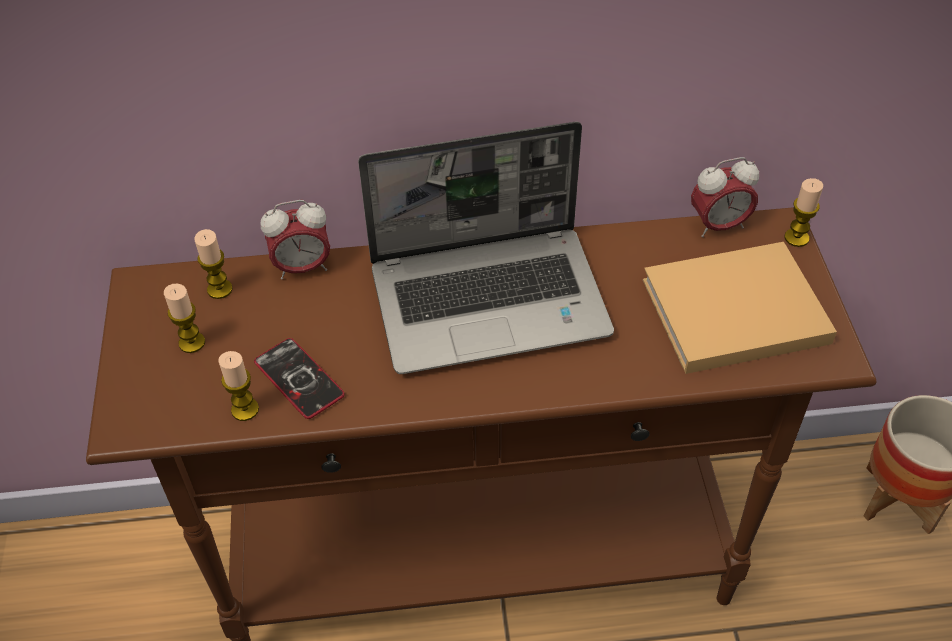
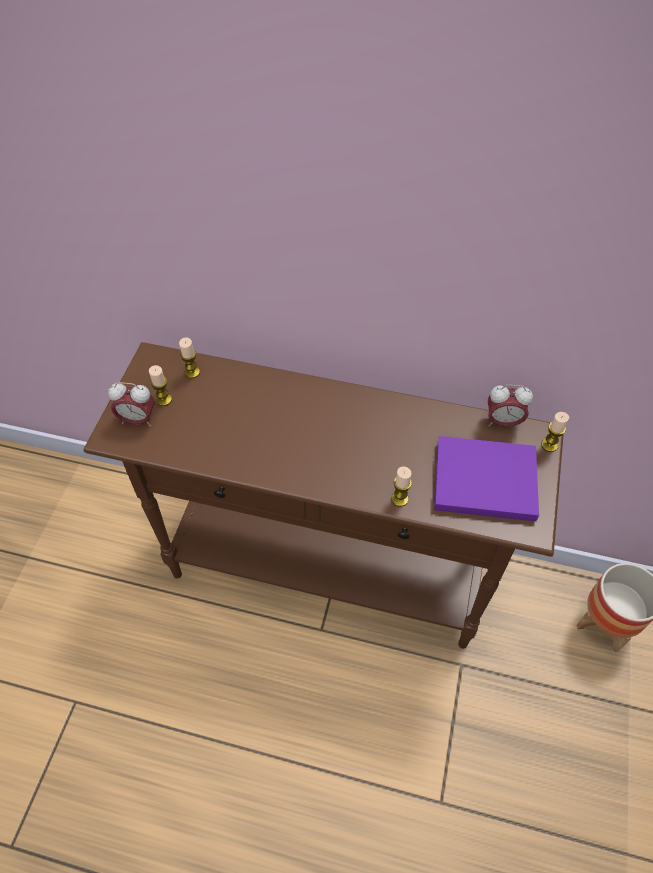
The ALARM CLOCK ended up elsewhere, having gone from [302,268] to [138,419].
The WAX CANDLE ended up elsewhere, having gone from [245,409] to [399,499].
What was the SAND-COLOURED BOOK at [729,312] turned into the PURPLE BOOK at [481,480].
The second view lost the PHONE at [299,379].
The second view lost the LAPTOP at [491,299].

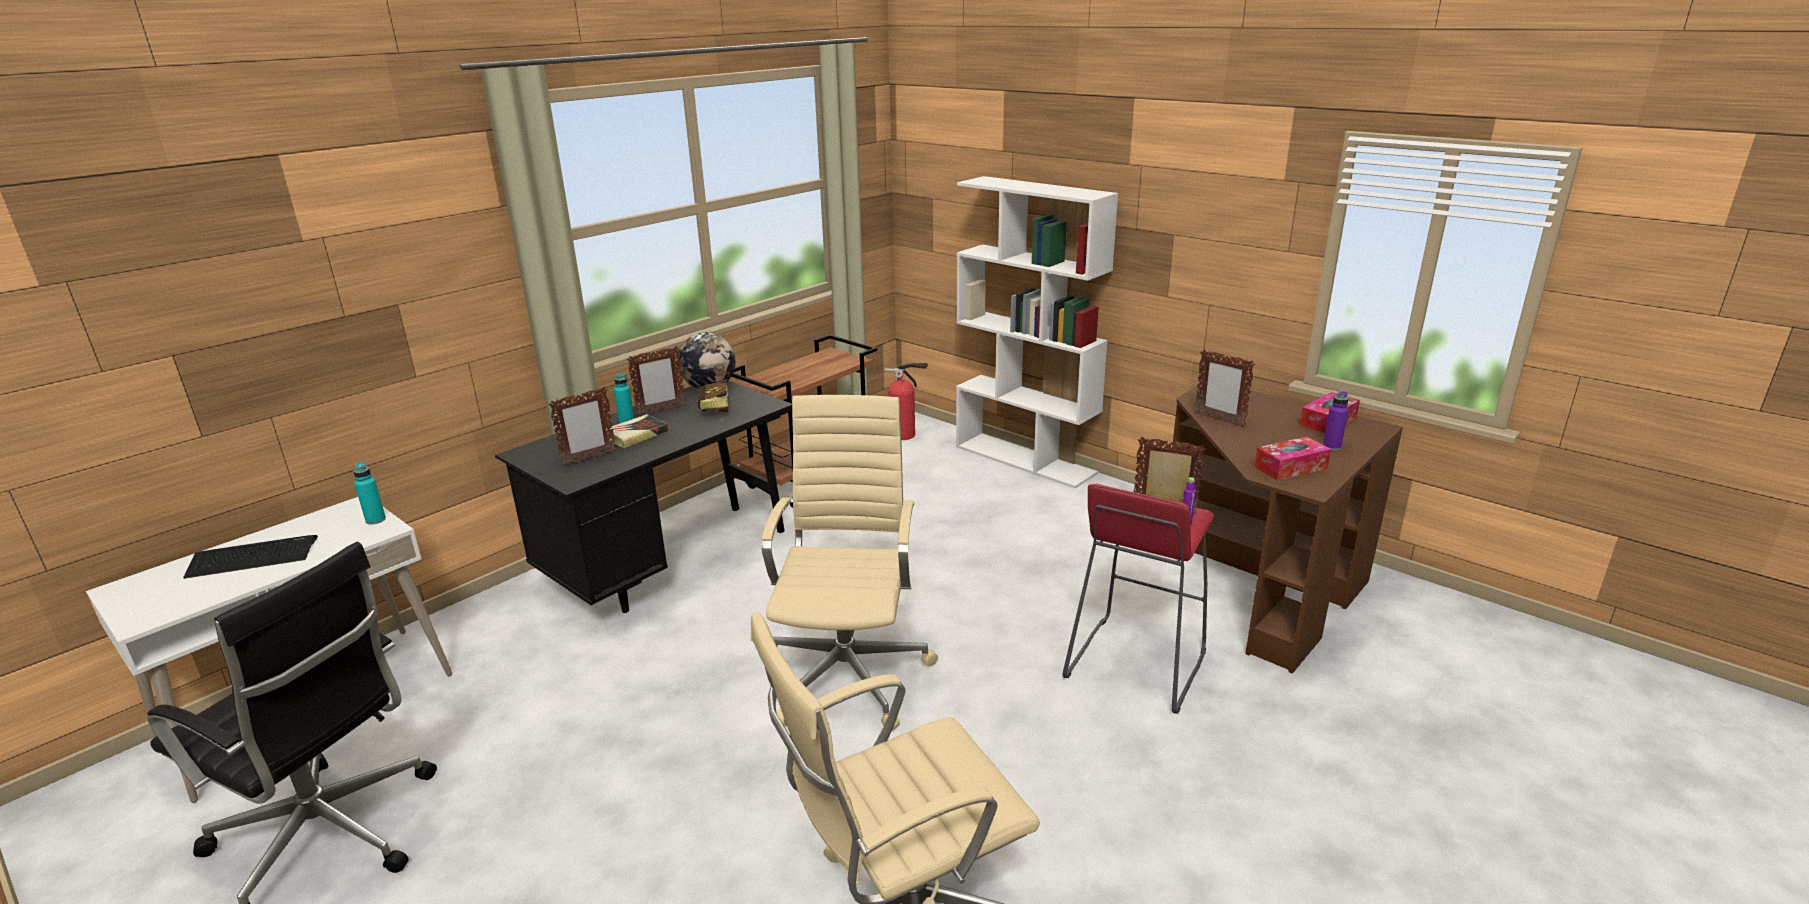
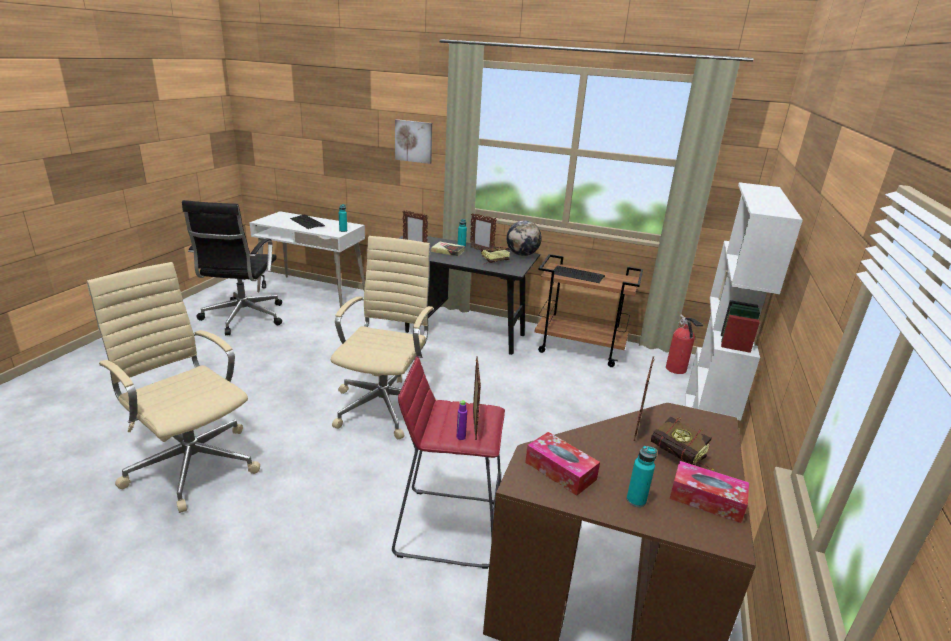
The SAND-COLOURED COMPUTER CHAIR at [848,672] ended up facing another way, 60 degrees counterclockwise from before.
The second view gained the PICTURE at [414,141].
The second view gained the PC KEYBOARD at [577,275].
What was the PURPLE DRINK BOTTLE at [1331,447] turned into the BLUE-GREEN DRINK BOTTLE at [636,500].
The second view gained the BOOK at [682,458].

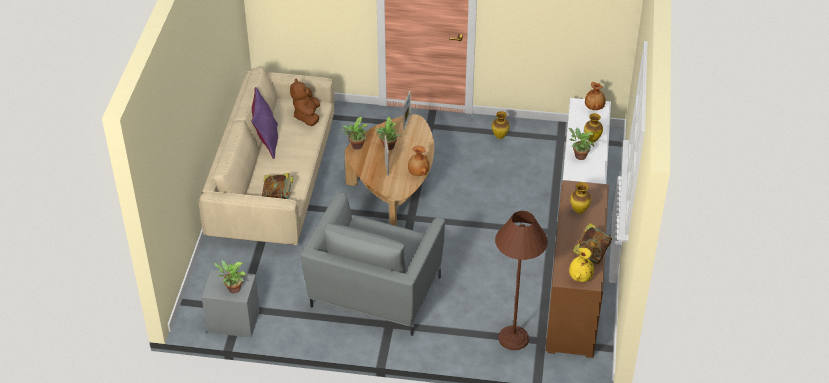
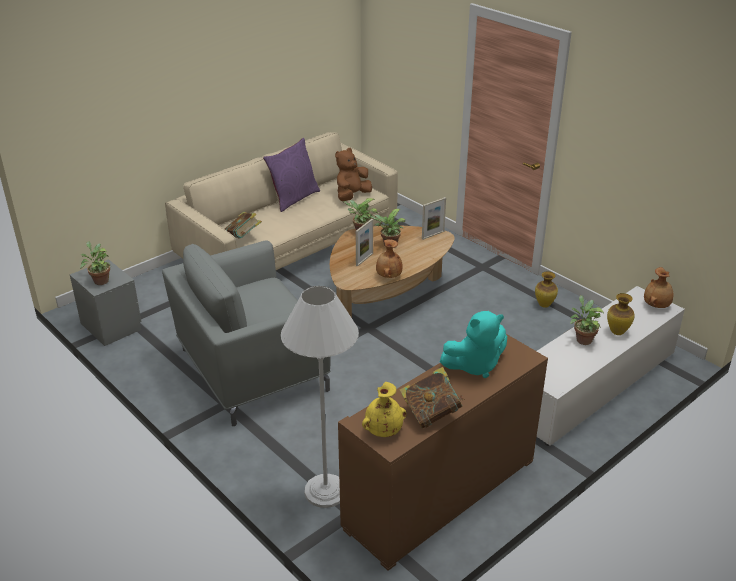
What was the BROWN FLOOR LAMP at [513,338] turned into the WHITISH FLOOR LAMP at [325,491].
Where the DECORATIVE VASE stood at [579,211], the BLUE-GREEN CUDDLY TOY came to stand at [475,365].

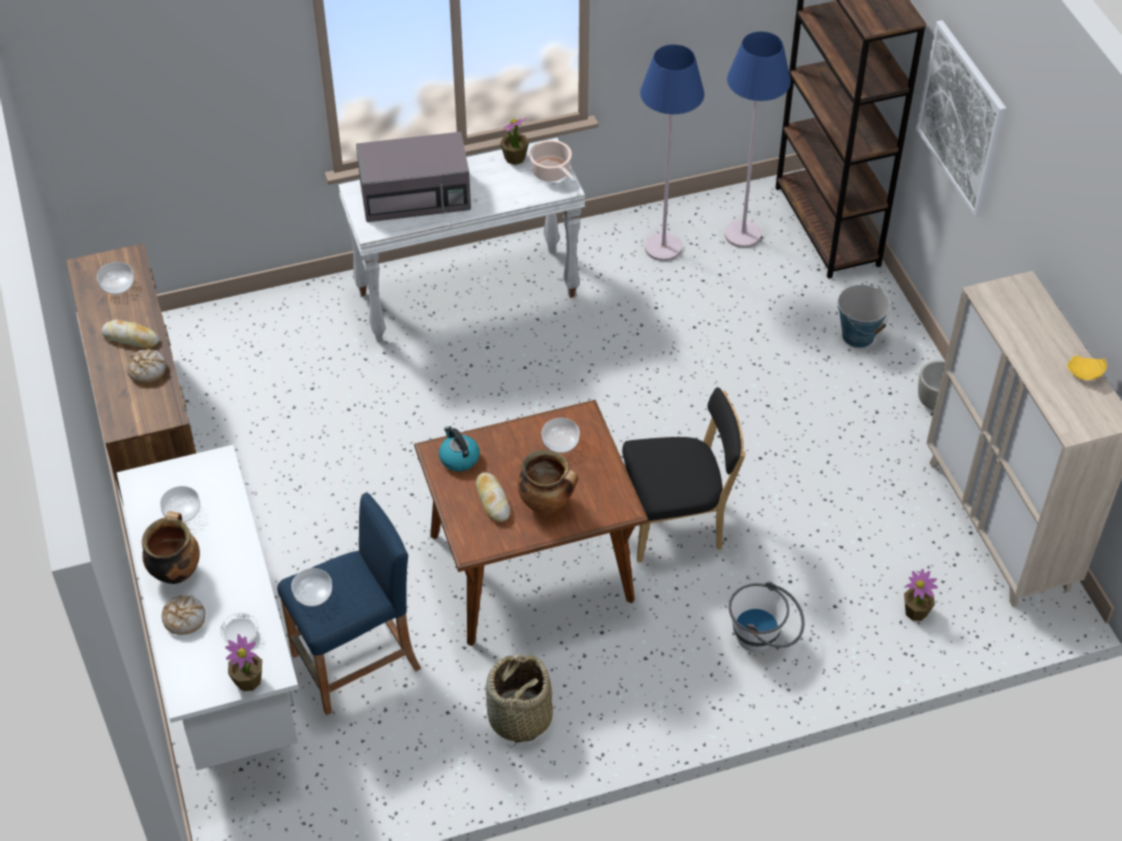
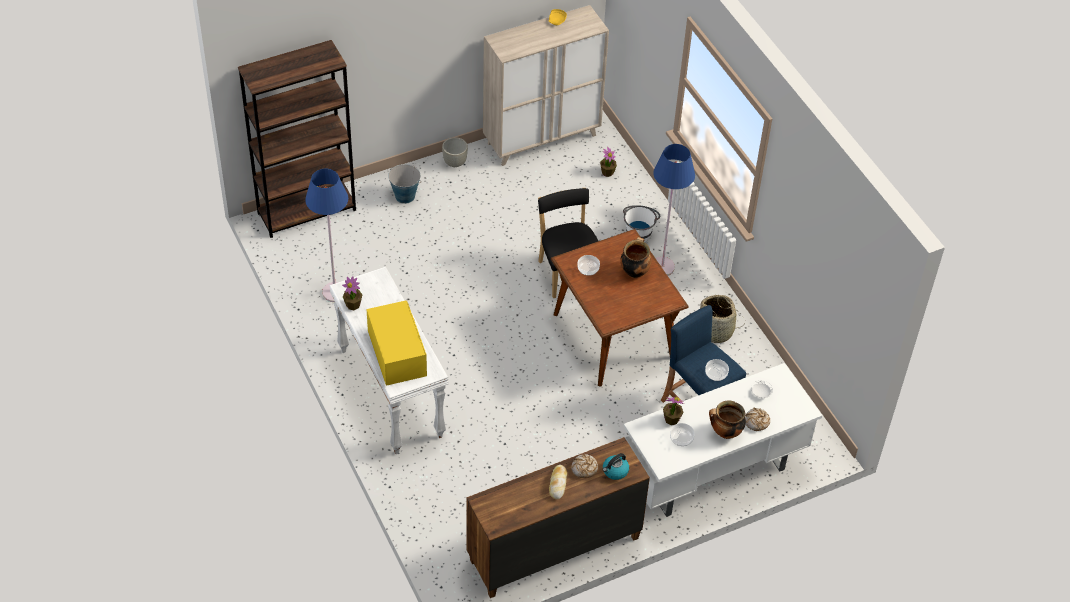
What was the GREYISH MICROWAVE at [416,195] turned into the YELLOW-COLOURED MICROWAVE at [396,352].
The WATER KETTLE ended up elsewhere, having gone from [458,458] to [615,471].
The BLUISH FLOOR LAMP ended up elsewhere, having gone from [743,235] to [662,267].
The POTTED PLANT ended up elsewhere, having gone from [248,680] to [671,419].
The second view lost the SERVING BOWL at [118,285].
The second view lost the BAKERY BREAD at [492,500].
The second view lost the COOKING POT at [552,173].
The second view lost the PICTURE at [962,118].

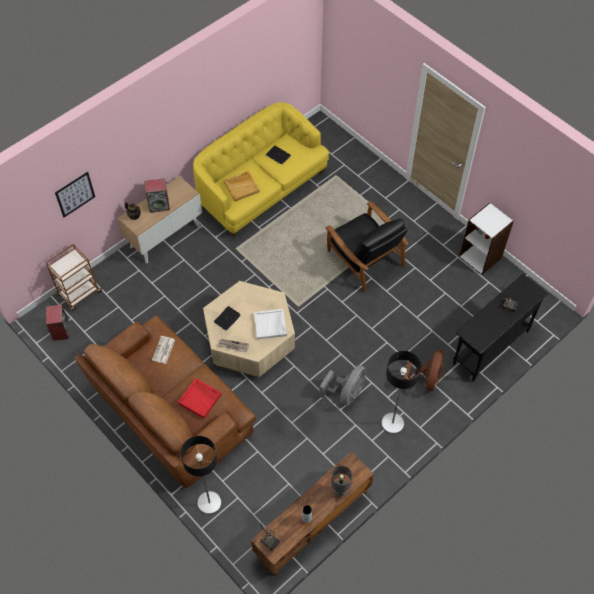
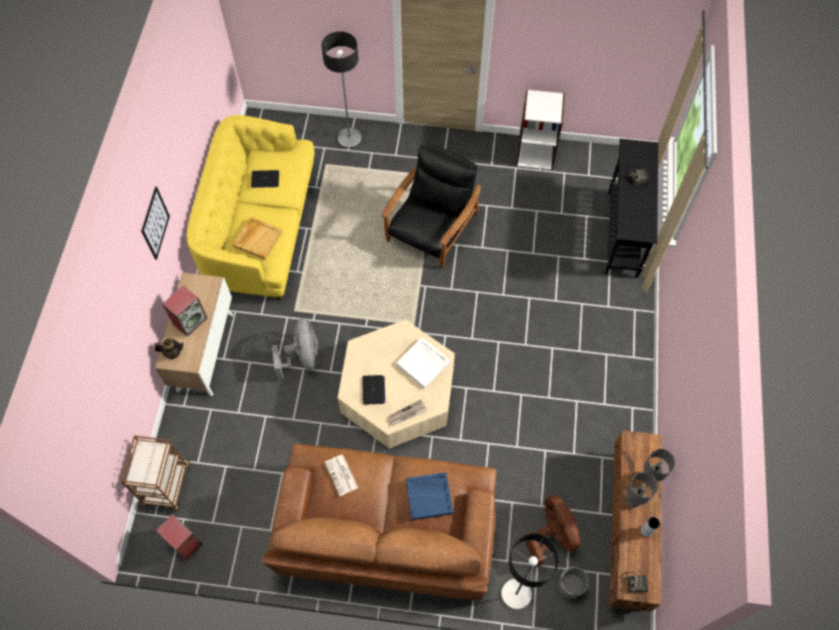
The PICTURE ended up elsewhere, having gone from [75,194] to [155,223].
The GREYISH ELECTRIC FAN ended up elsewhere, having gone from [346,393] to [302,357].
The FLOOR LAMP ended up elsewhere, having gone from [392,423] to [349,138].
The BLACK-COLOURED LOUNGE CHAIR at [364,257] ended up facing another way, 75 degrees counterclockwise from before.
What was the REDDISH TRAY at [200,399] turned into the BLUISH TRAY at [429,496].
The BROWN ELECTRIC FAN ended up elsewhere, having gone from [426,380] to [552,534].
The second view gained the GREYISH FLOWER POT at [570,586].
The second view gained the GREYISH LAMP FOR A TABLE at [632,500].

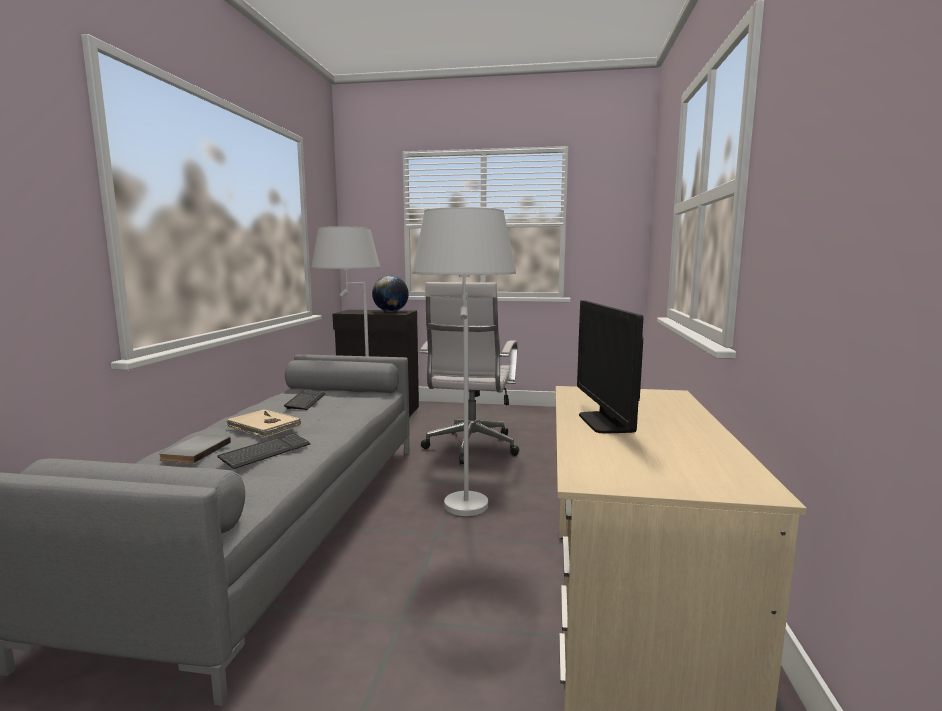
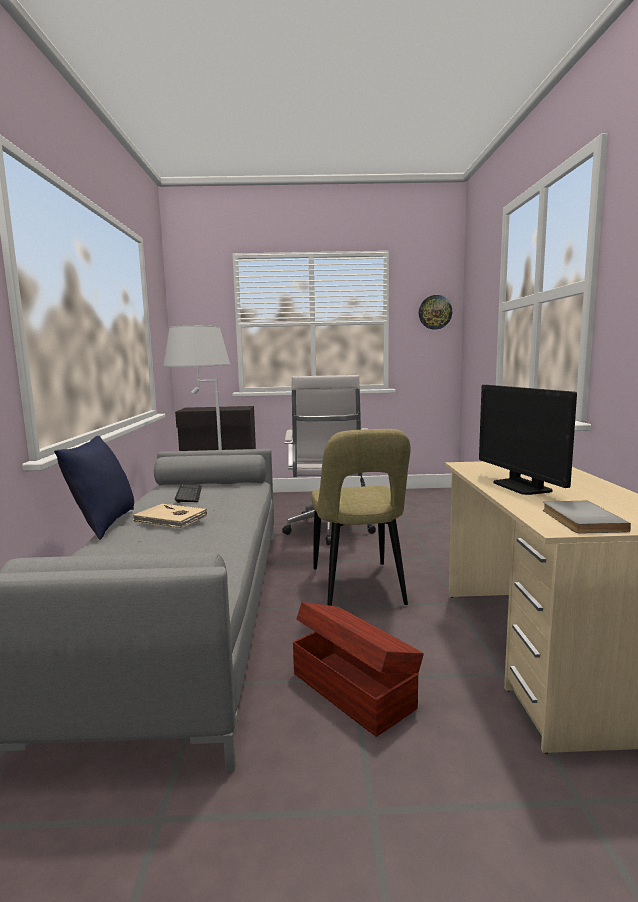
The second view gained the BLUISH CUSHION at [103,524].
The second view gained the BROWN STORAGE BIN at [353,689].
Where the WHITISH FLOOR LAMP stood at [465,517], the SAND-COLOURED UPRIGHT CHAIR came to stand at [358,589].
The second view gained the HANGING CLOCK at [435,312].
The GREYISH BOOK ended up elsewhere, having gone from [194,451] to [579,520].
The second view lost the PC KEYBOARD at [266,452].
The second view lost the DESK GLOBE at [390,311].

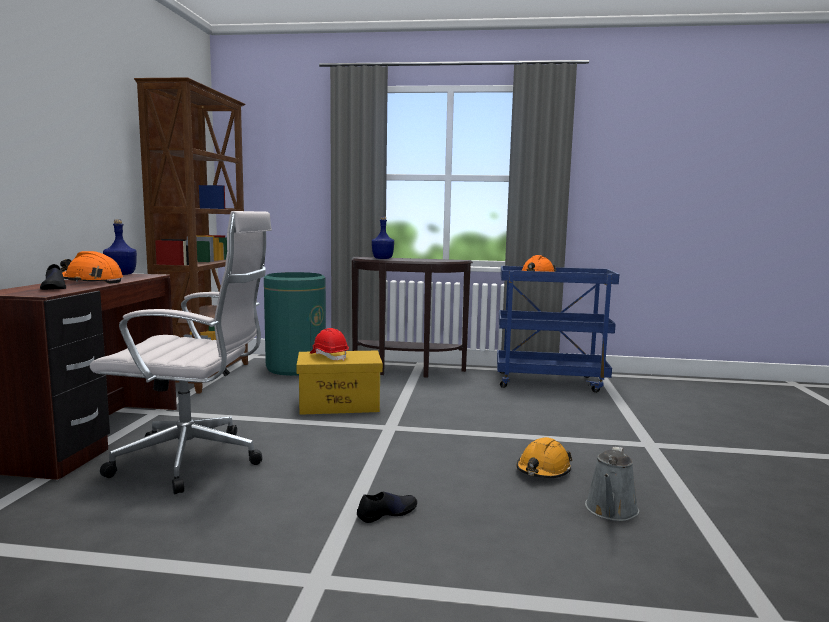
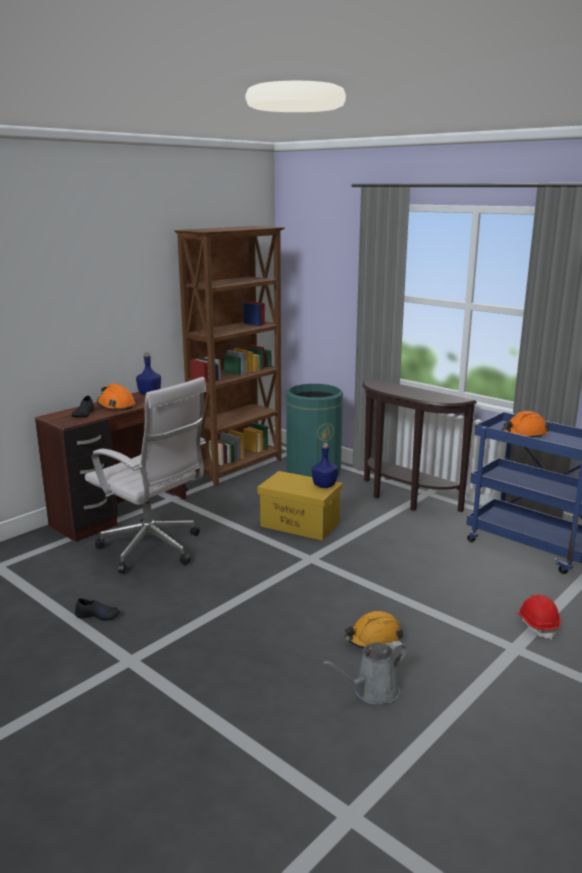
The BLACK-COLOURED LOW SHOE ended up elsewhere, having gone from [387,513] to [98,615].
The BLUISH DRINK BOTTLE ended up elsewhere, having gone from [382,258] to [324,485].
The REDDISH SAFETY HELMET ended up elsewhere, having gone from [329,356] to [537,625].

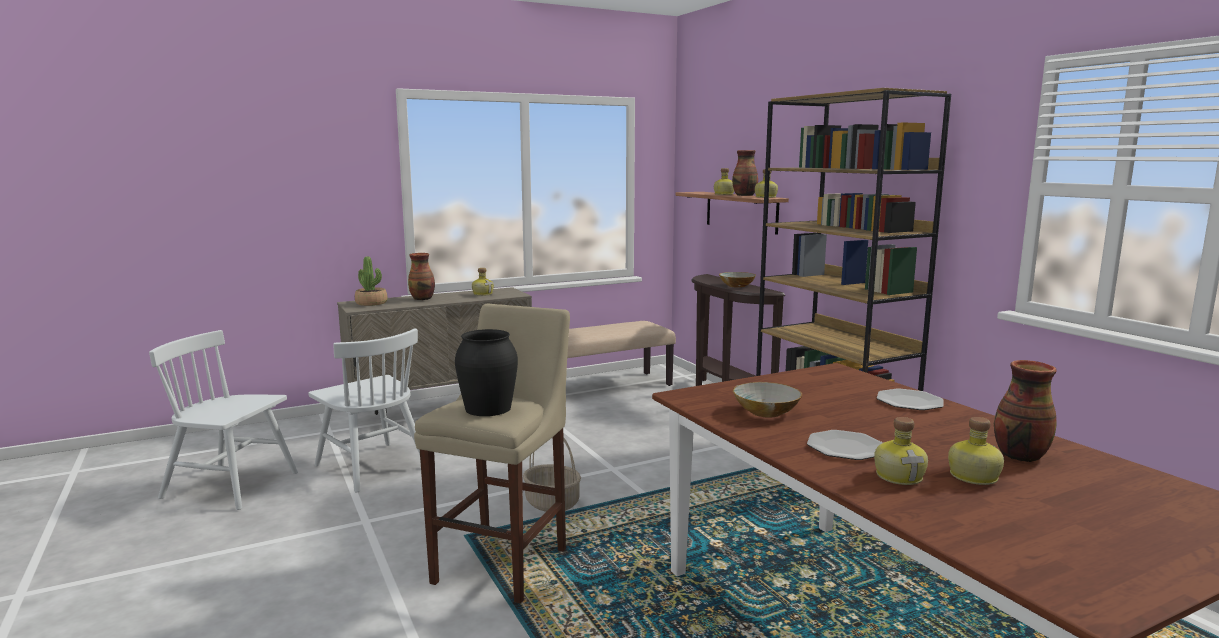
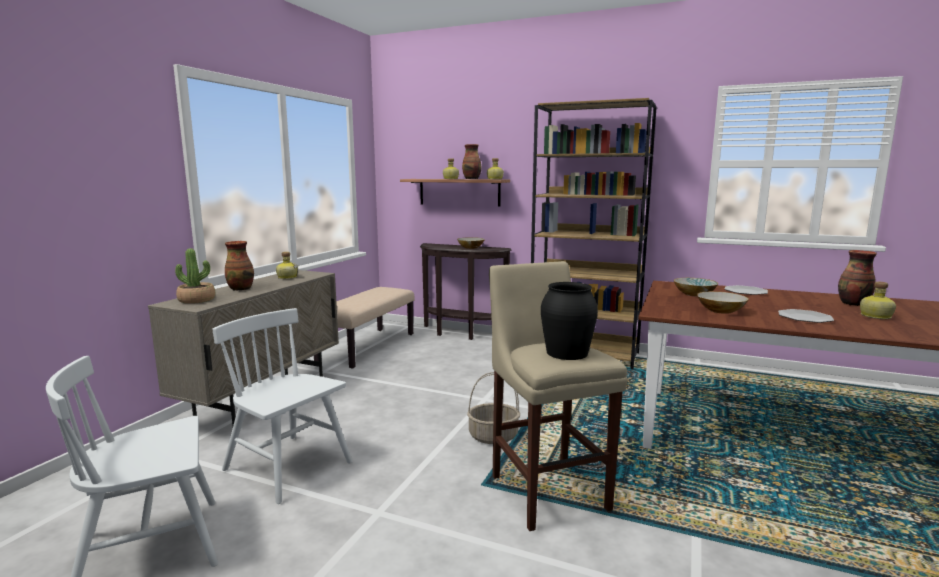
The WHITISH UPRIGHT CHAIR at [372,466] ended up facing another way, 150 degrees counterclockwise from before.
The second view gained the SERVING BOWL at [695,294].
The second view lost the DRINK BOTTLE at [899,476].

